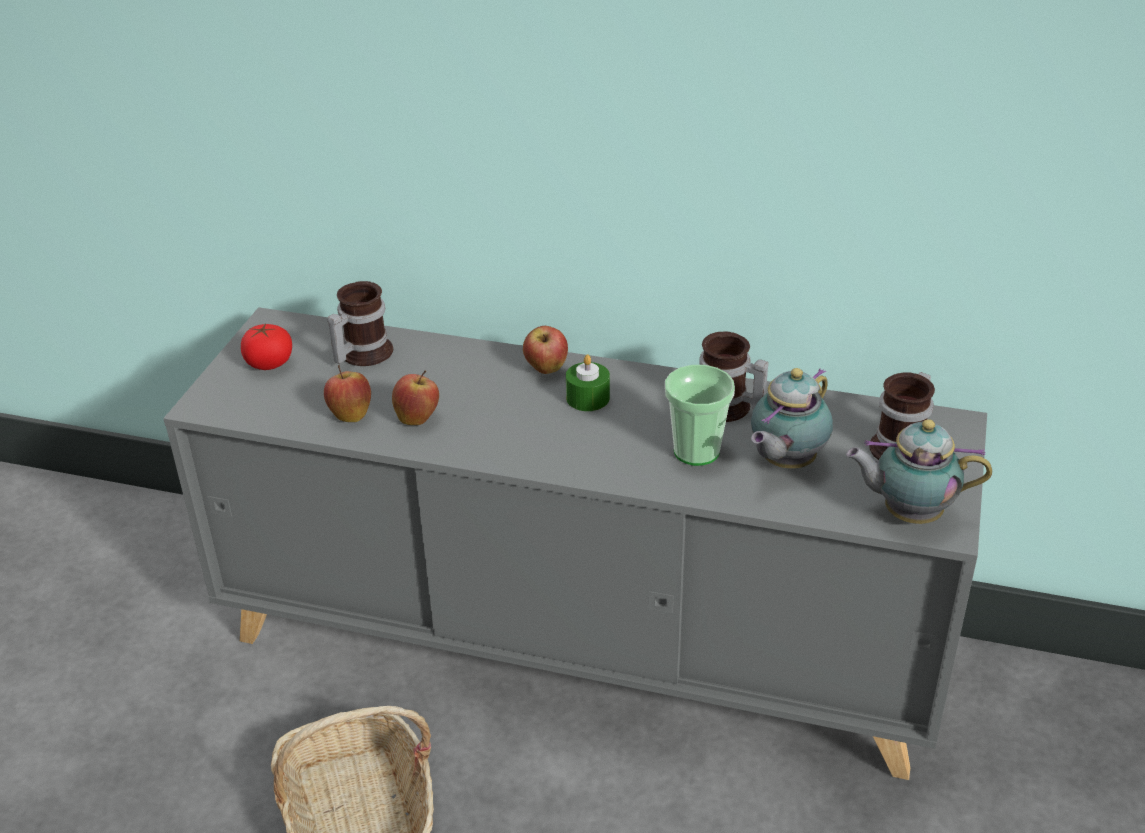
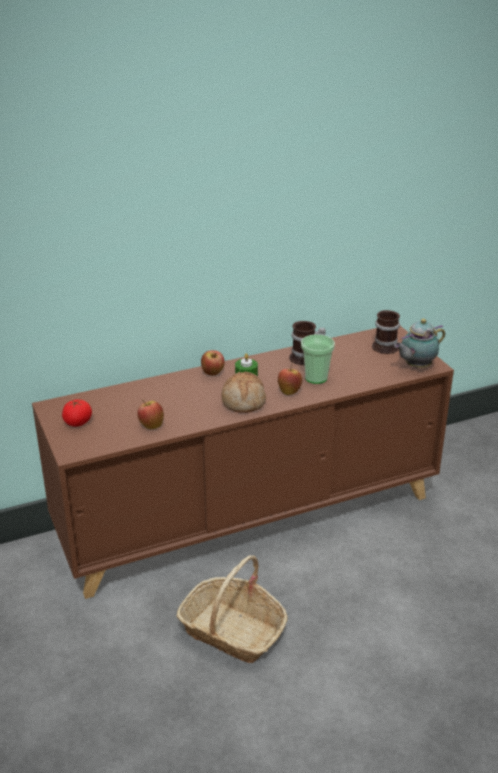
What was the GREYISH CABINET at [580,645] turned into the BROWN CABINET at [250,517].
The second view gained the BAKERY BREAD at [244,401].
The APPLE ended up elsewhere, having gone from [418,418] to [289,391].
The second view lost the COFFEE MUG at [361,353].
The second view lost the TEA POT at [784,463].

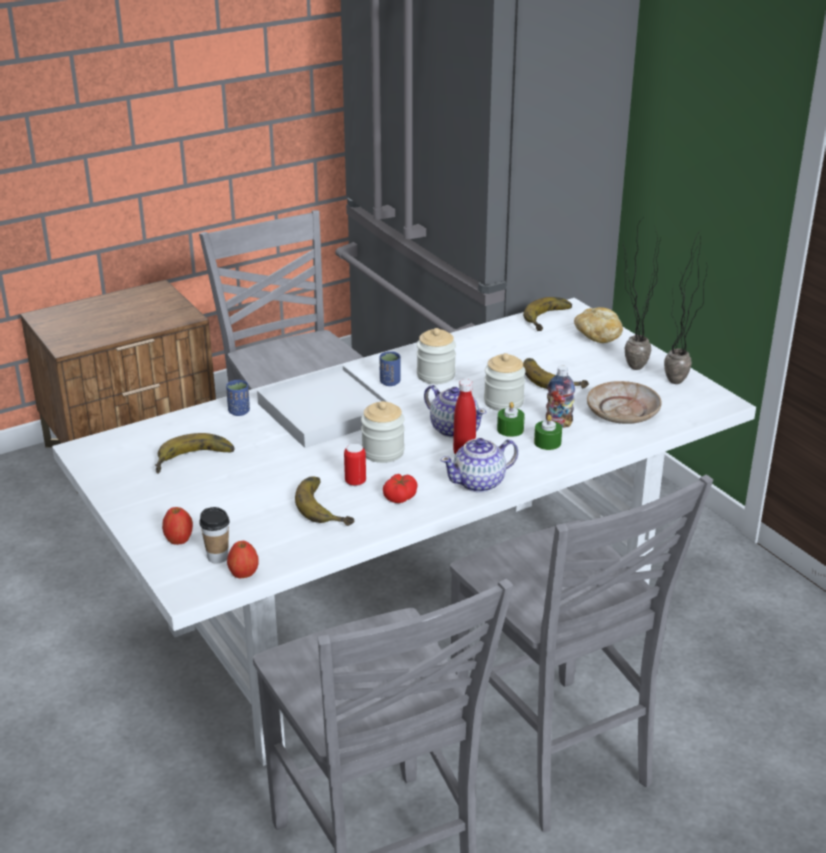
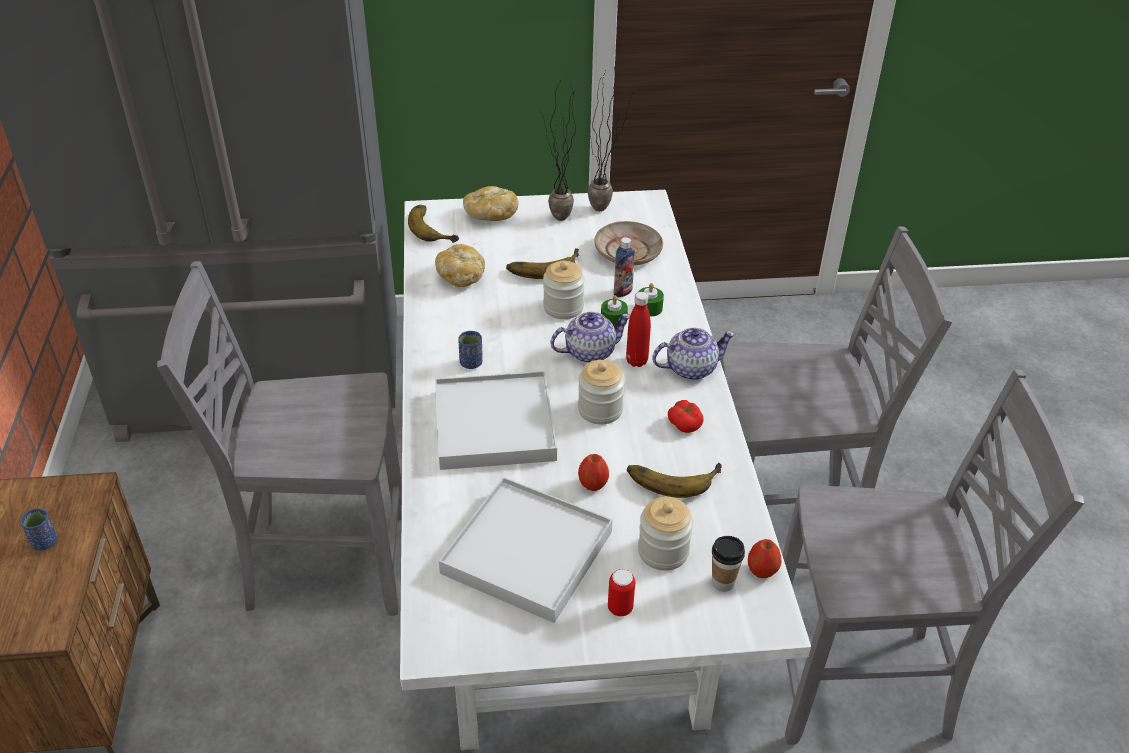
The BLUISH DRINKING CUP ended up elsewhere, having gone from [239,412] to [45,542].
The second view gained the BAKERY BREAD at [461,276].
Where the BANANA stood at [195,461], the WHITISH TRAY came to stand at [526,552].
The APPLE ended up elsewhere, having gone from [179,540] to [593,484].
The CAN ended up elsewhere, having gone from [355,482] to [620,608].
The PRESERVE JAR ended up elsewhere, having gone from [436,375] to [663,551].
The TEA POT at [479,483] ended up facing another way, 105 degrees counterclockwise from before.

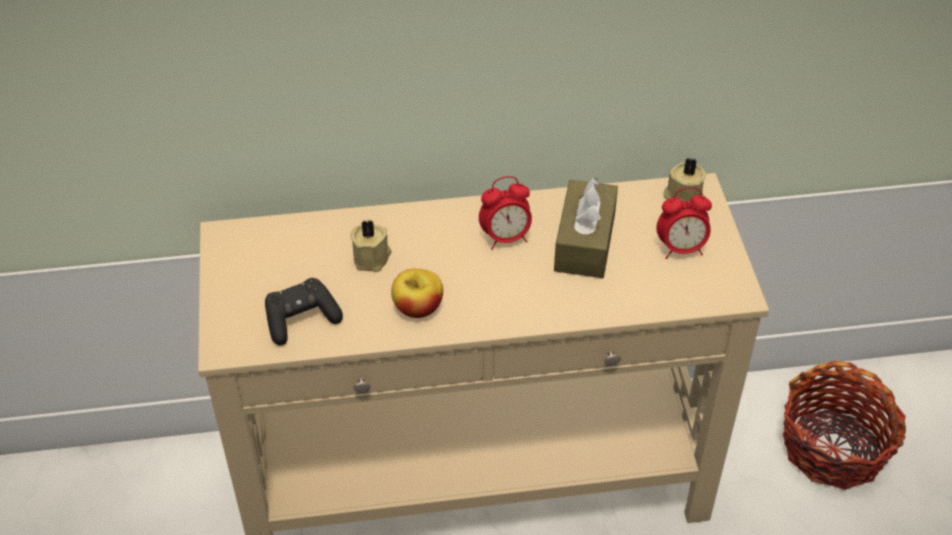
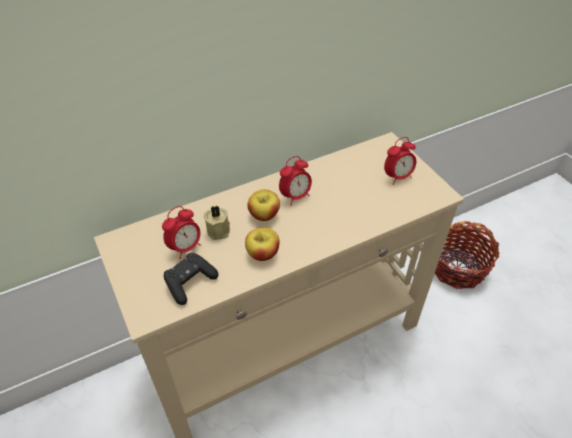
The second view gained the ALARM CLOCK at [185,248].
The second view gained the APPLE at [264,215].
The second view lost the BROWN TISSUE BOX at [584,242].
The second view lost the SAND-COLOURED WAX CANDLE at [682,196].

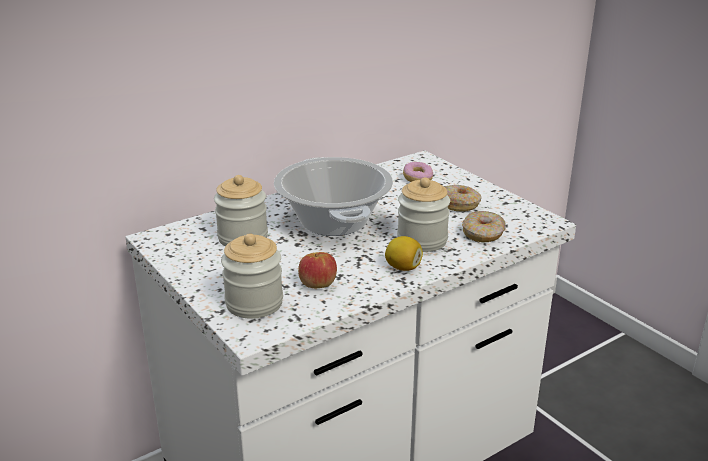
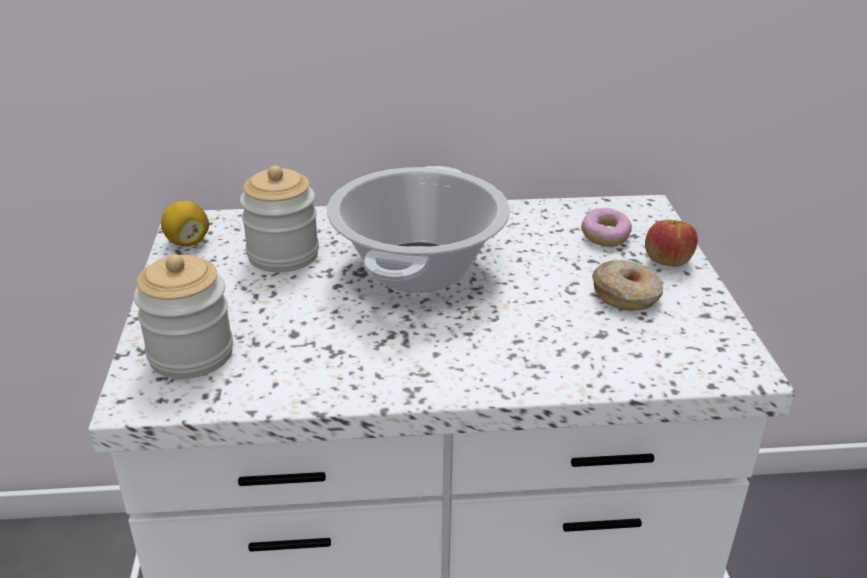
The WHOLE LEMON ended up elsewhere, having gone from [403,267] to [187,242].
The APPLE ended up elsewhere, having gone from [317,284] to [667,260].
The second view lost the PRESERVE JAR at [422,240].
The second view lost the DONUT at [483,234].

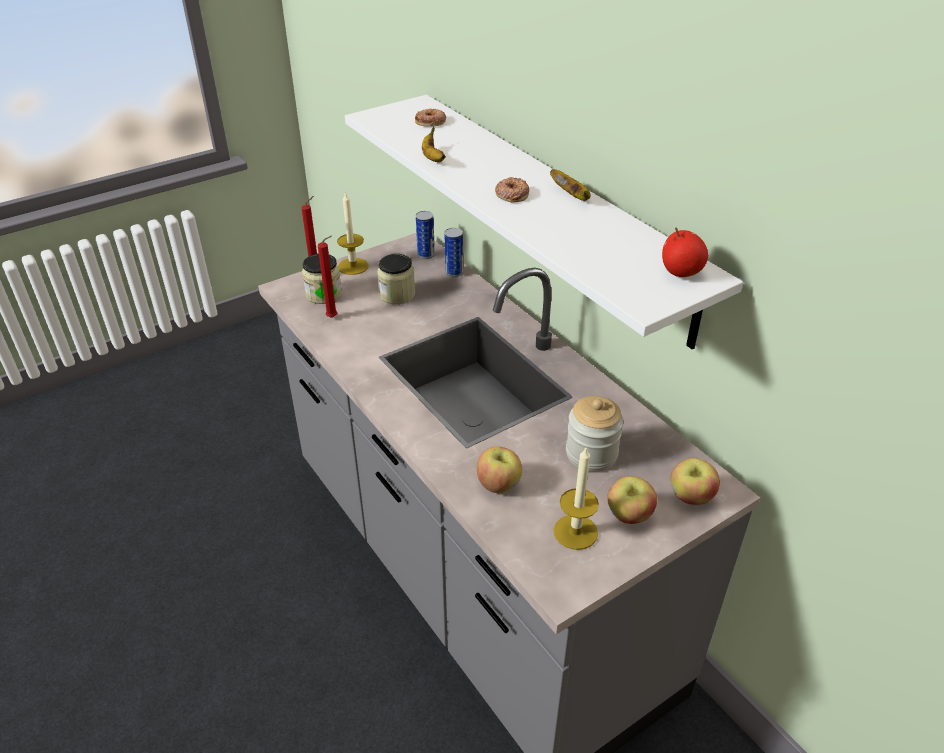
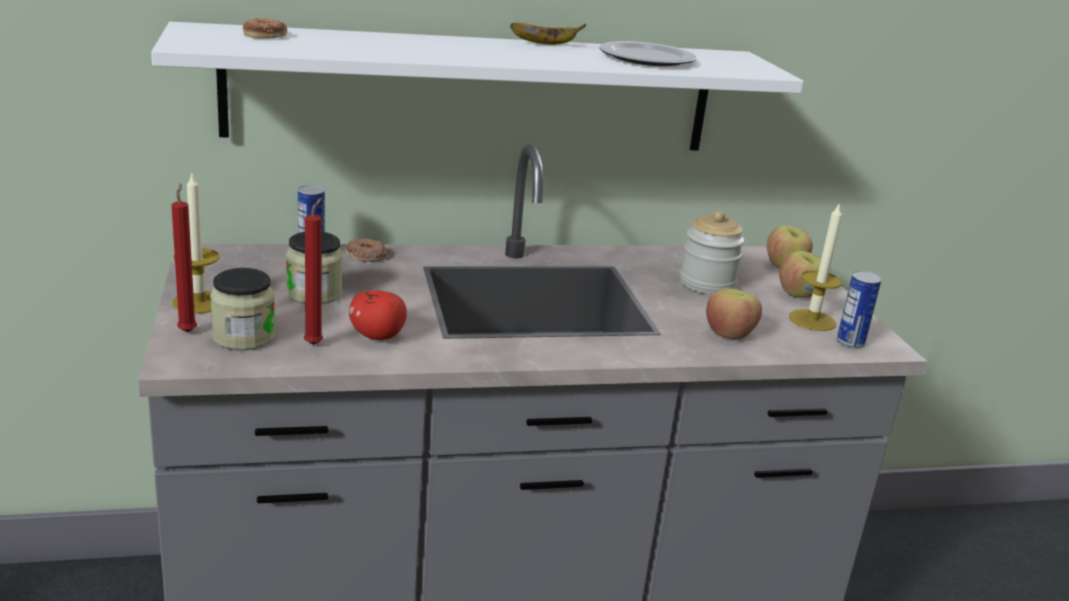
The DONUT ended up elsewhere, having gone from [512,194] to [366,255].
The APPLE ended up elsewhere, having gone from [681,272] to [378,336].
The second view gained the DINNER PLATE at [648,59].
The CAN ended up elsewhere, having gone from [426,255] to [850,342].
The second view lost the BANANA at [432,158].

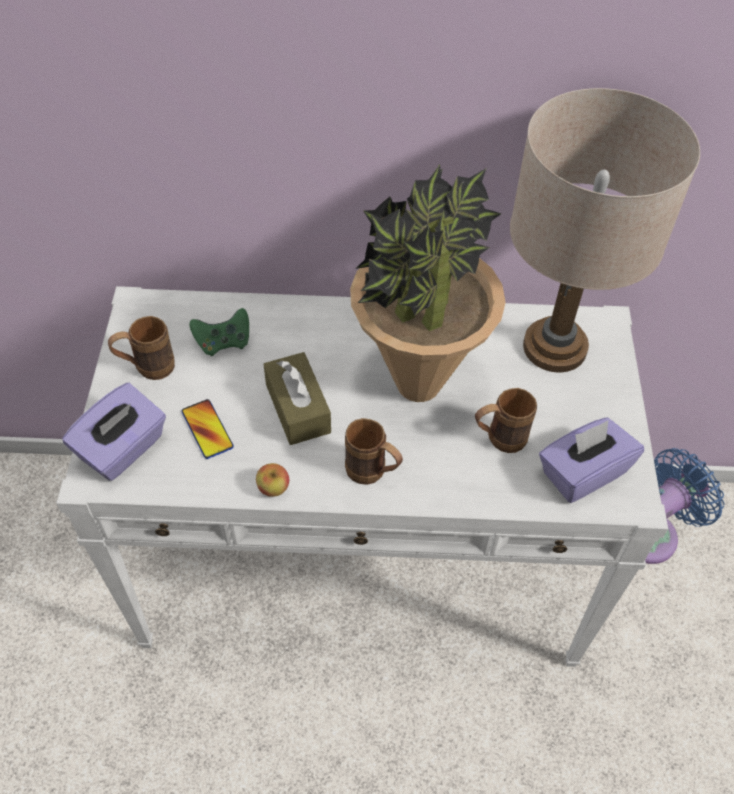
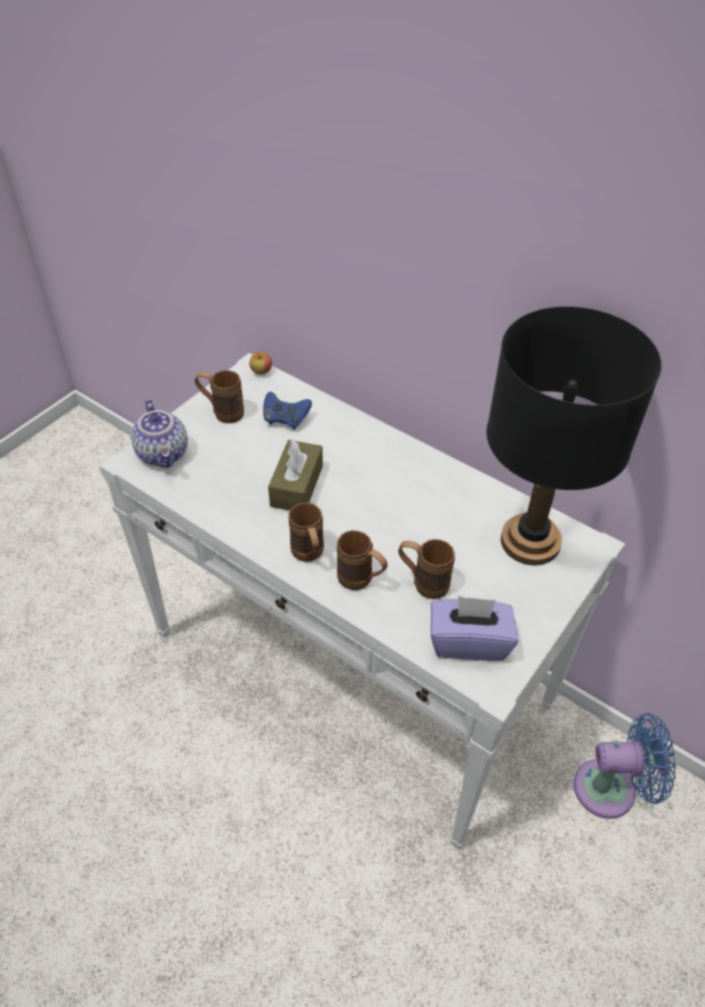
Where the PURPLE TISSUE BOX stood at [123,449], the TEA POT came to stand at [164,454].
The APPLE ended up elsewhere, having gone from [273,488] to [261,371].
What was the GREEN JOYPAD at [223,342] turned into the BLUISH JOYPAD at [285,419].
The second view gained the BROWN COFFEE MUG at [361,581].
What was the SAND-COLOURED LAMP FOR A TABLE at [555,348] turned into the BLACK-COLOURED LAMP FOR A TABLE at [530,542].
The second view lost the PHONE at [207,429].
The second view lost the POTTED PLANT at [418,385].

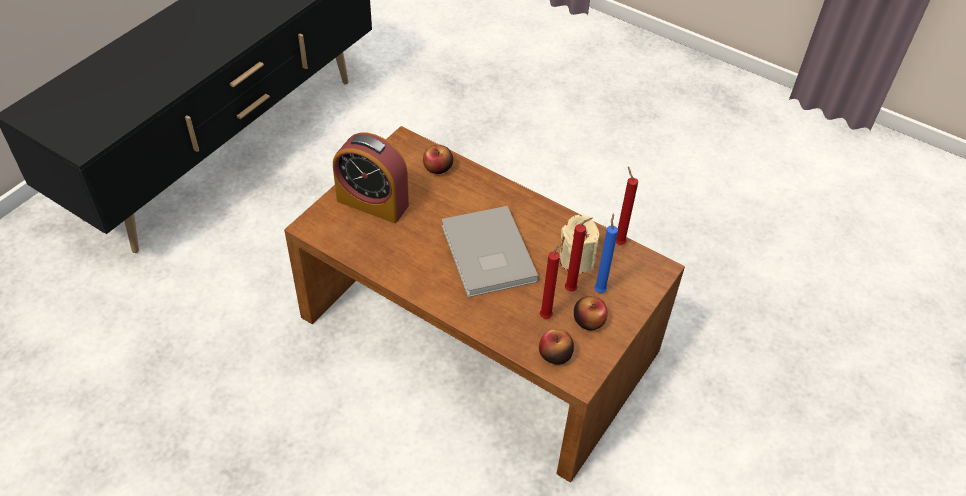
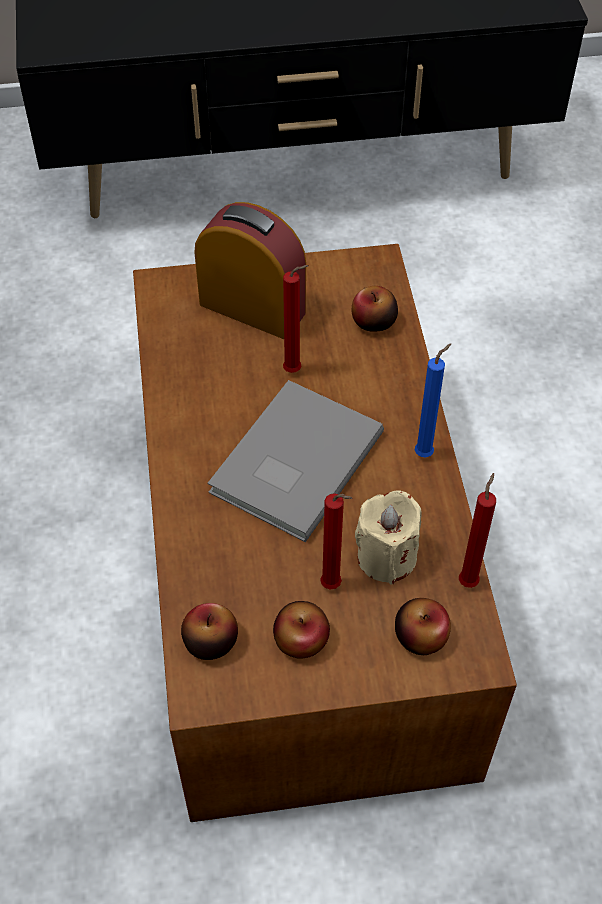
The ALARM CLOCK at [372,202] ended up facing another way, 135 degrees clockwise from before.
The REDDISH WAX CANDLE ended up elsewhere, having gone from [547,315] to [295,371].
The second view gained the APPLE at [420,636].
The BLUISH WAX CANDLE ended up elsewhere, having gone from [600,289] to [426,453].

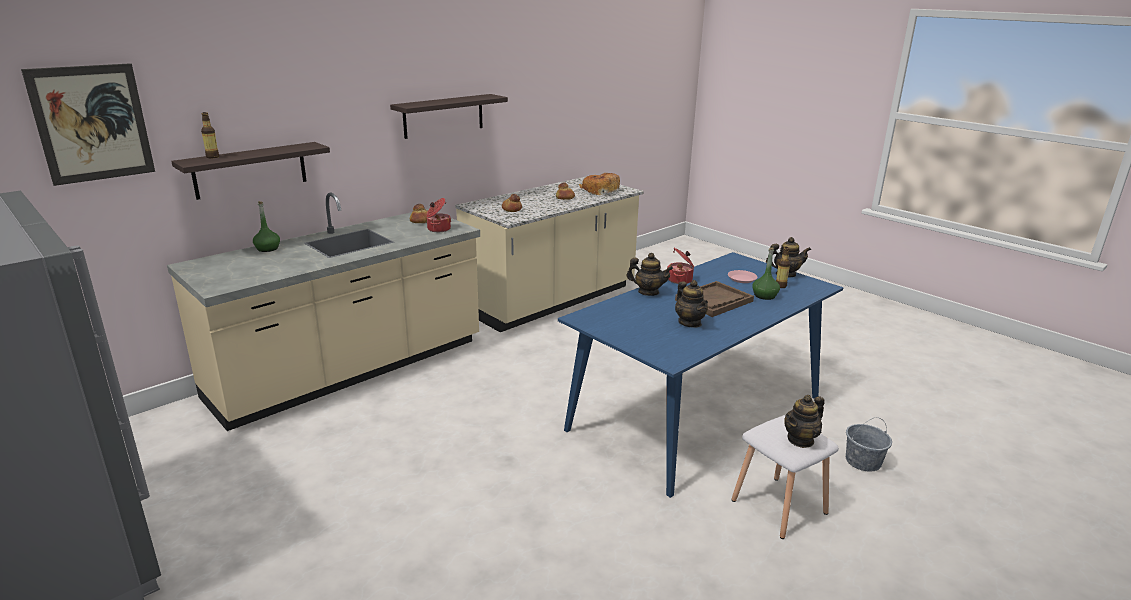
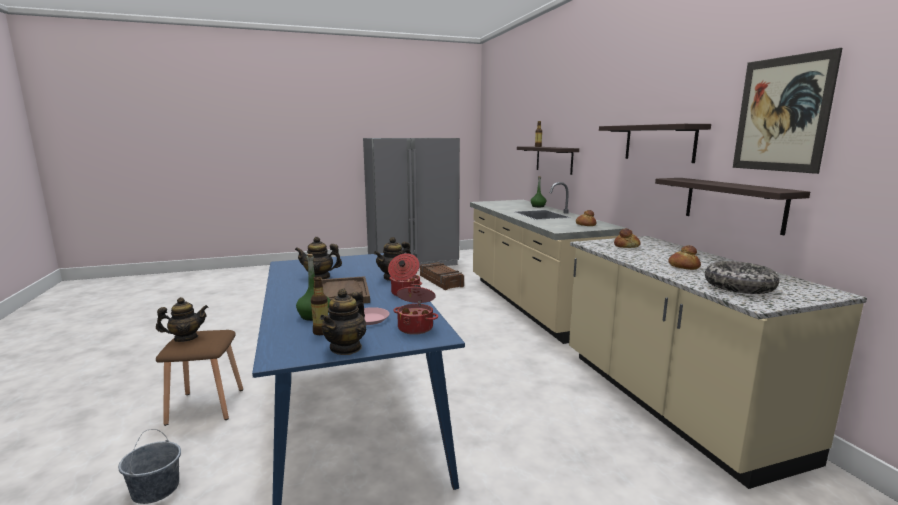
The TEA POT at [800,440] ended up facing another way, 75 degrees clockwise from before.
What was the WHITISH STOOL SEAT at [778,507] turned into the BROWN STOOL SEAT at [205,405].
The COOKING POT ended up elsewhere, having gone from [438,229] to [416,328].
The second view gained the SHIPPING CRATE at [441,281].
The second view gained the SHELF at [733,204].
Where the BAKERY BREAD stood at [600,191], the SERVING BOWL came to stand at [738,287].
The PICTURE ended up elsewhere, having gone from [92,123] to [781,114].

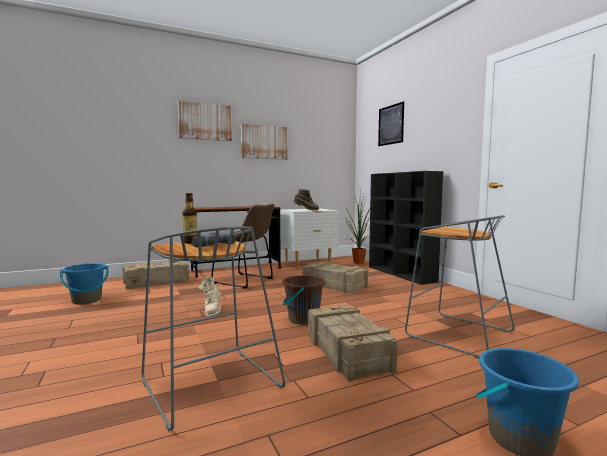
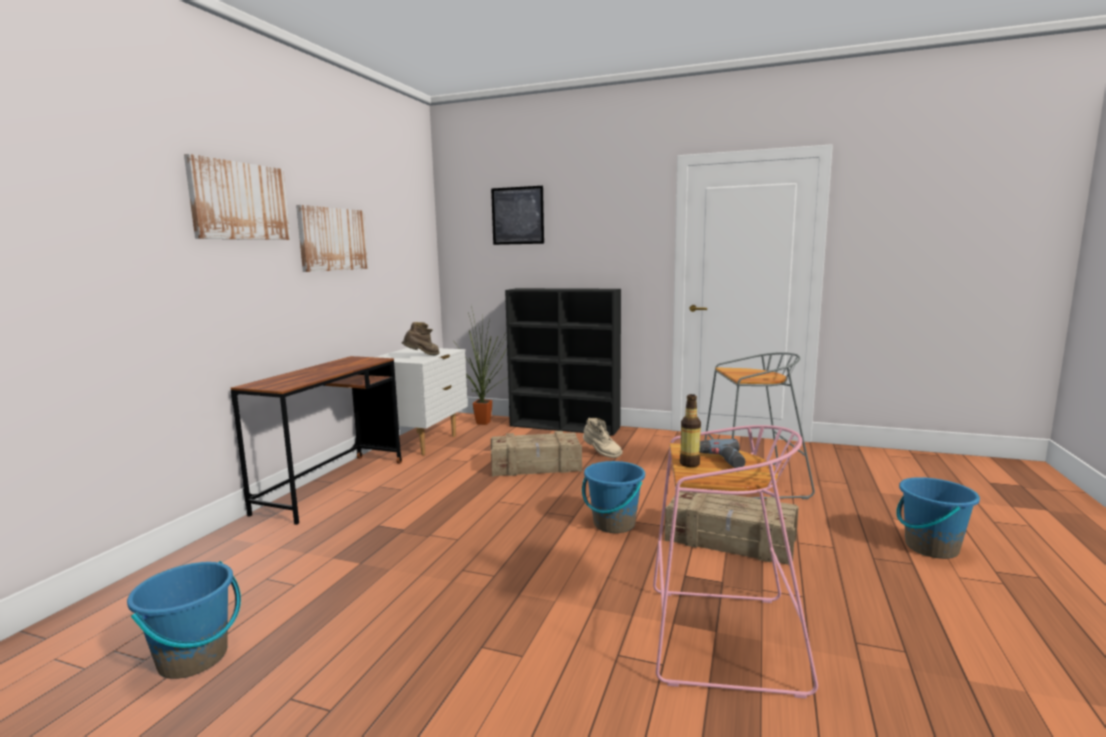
What was the BROWN PAIL at [303,319] turned into the BLUISH PAIL at [614,524].
The SAND-COLOURED BOOT ended up elsewhere, having gone from [212,311] to [601,453].
What was the GREYISH STOOL SEAT at [209,384] turned into the PINK STOOL SEAT at [720,640].
The second view lost the SHIPPING CRATE at [157,282].
The second view lost the BROWN UPRIGHT CHAIR at [245,281].

